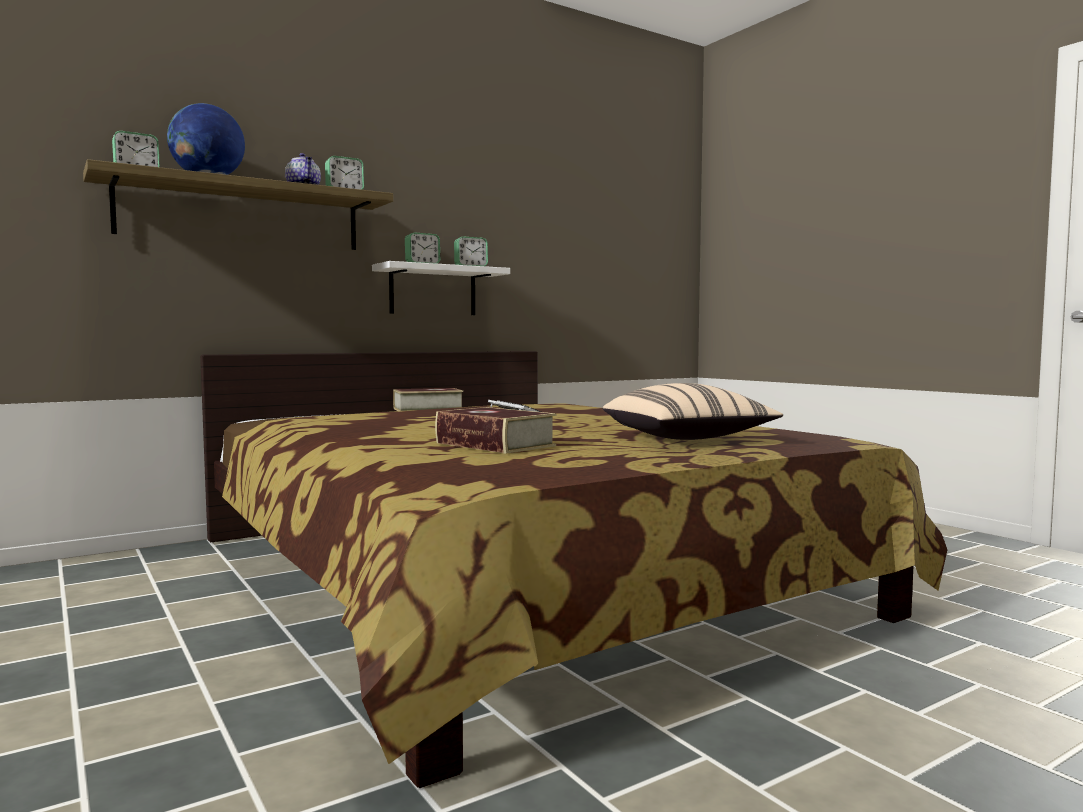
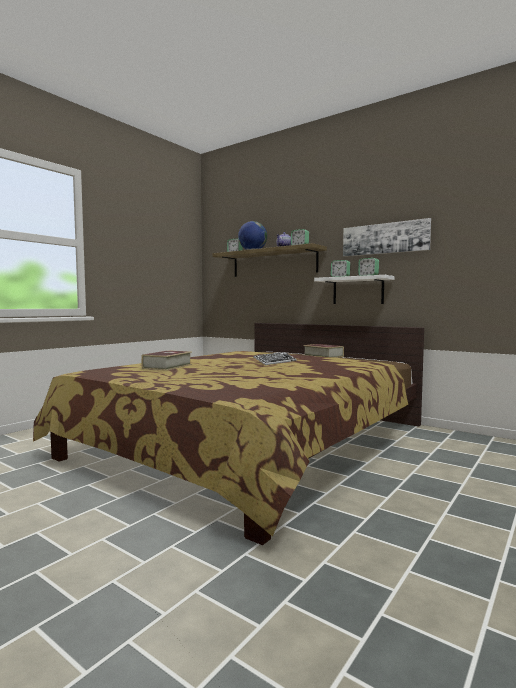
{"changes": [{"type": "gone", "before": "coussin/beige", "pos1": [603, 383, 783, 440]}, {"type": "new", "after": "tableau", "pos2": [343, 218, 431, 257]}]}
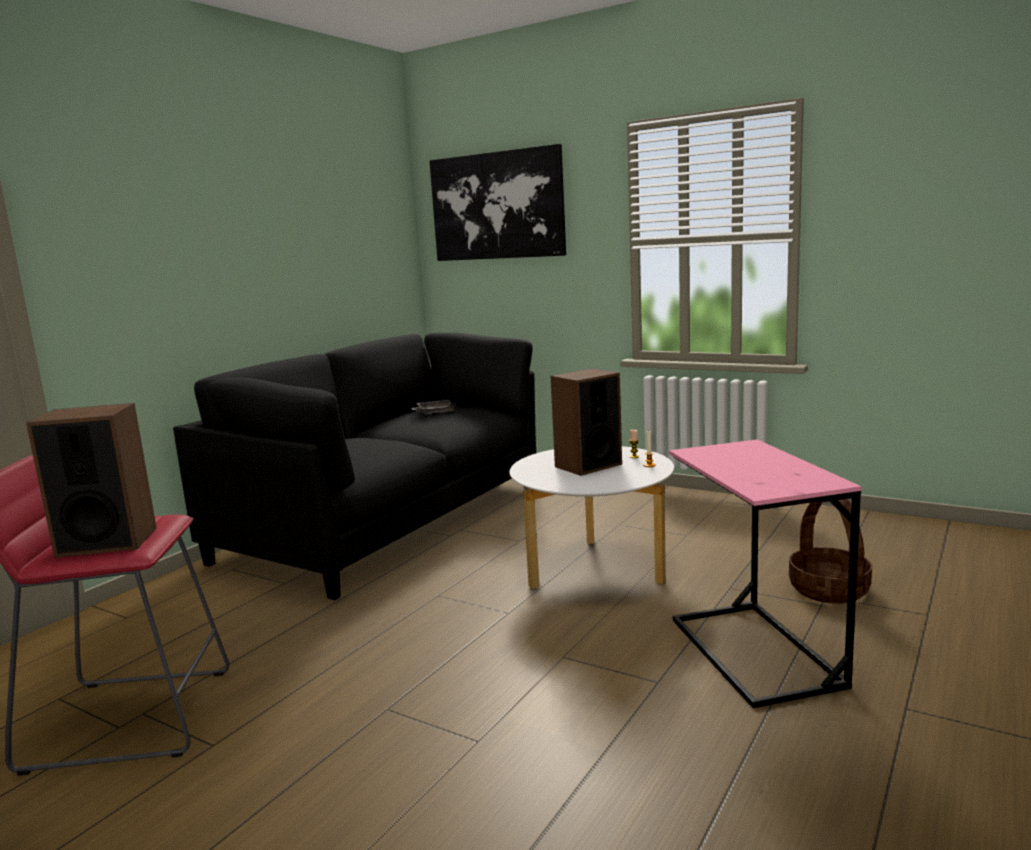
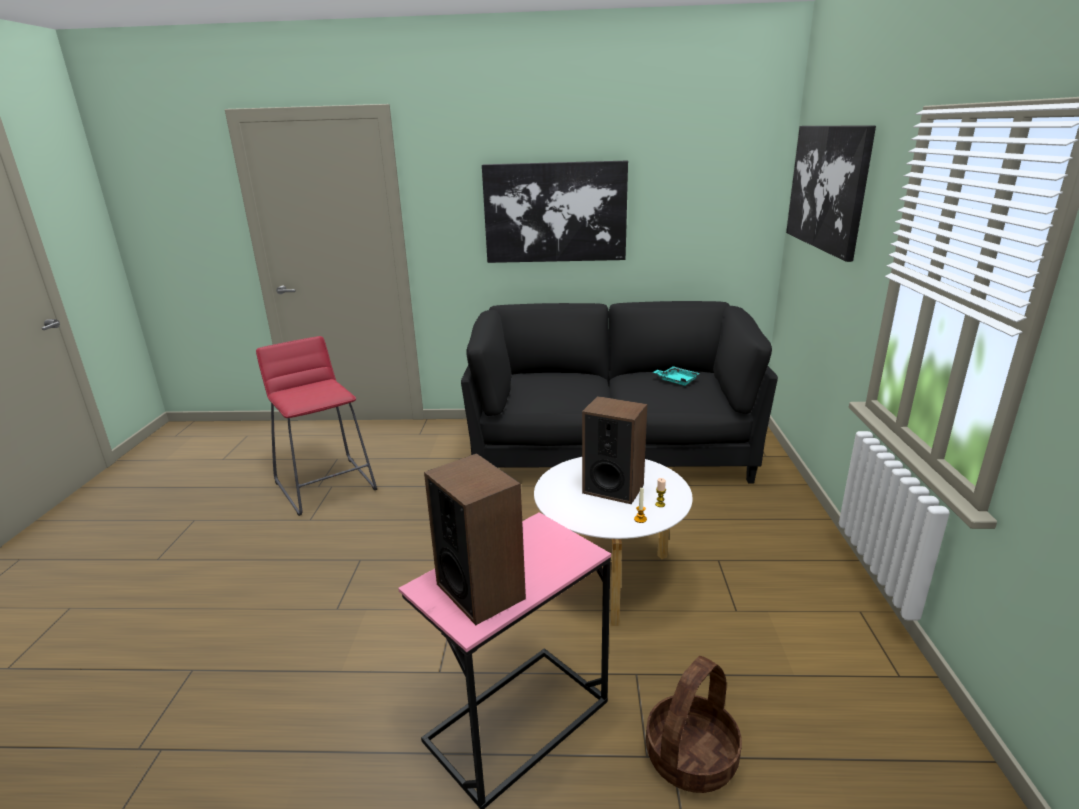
{"changes": [{"type": "new", "after": "tableau", "pos2": [482, 161, 628, 263]}, {"type": "shifted", "before": "enceinte", "pos1": [26, 403, 157, 558], "pos2": [424, 453, 526, 625]}, {"type": "repainted", "before": "plateau/gris", "after": "plateau/turquoise", "pos1": [411, 400, 456, 414], "pos2": [653, 366, 700, 386]}]}
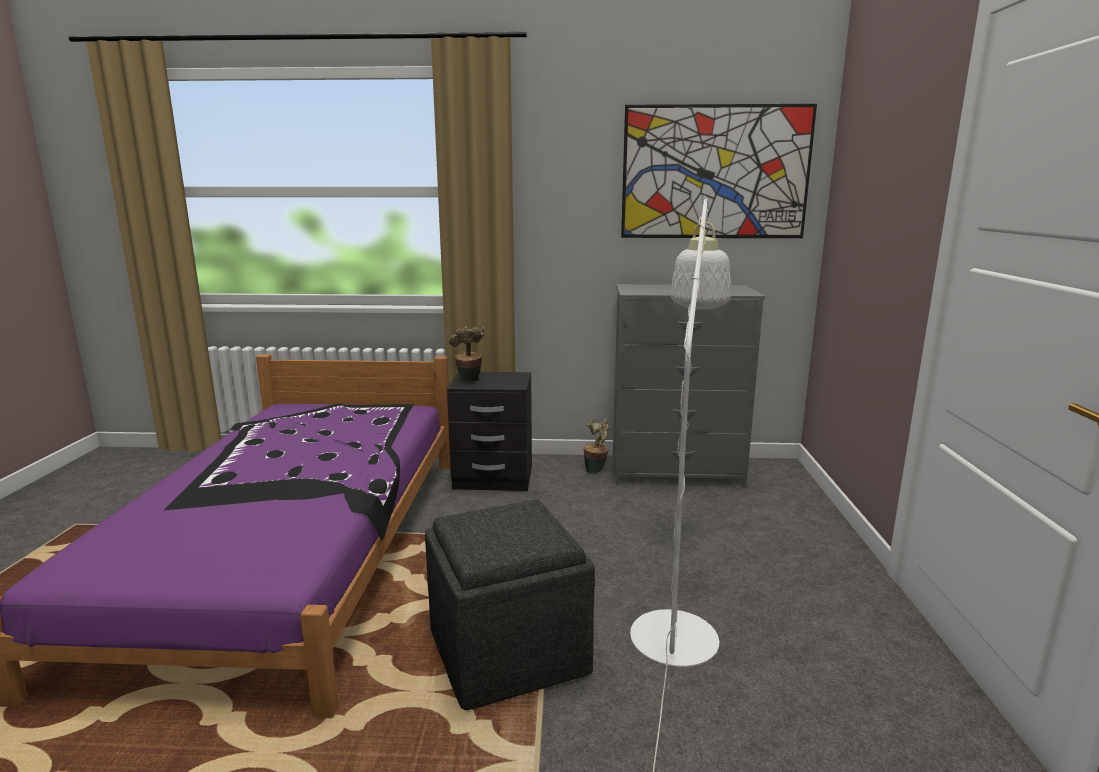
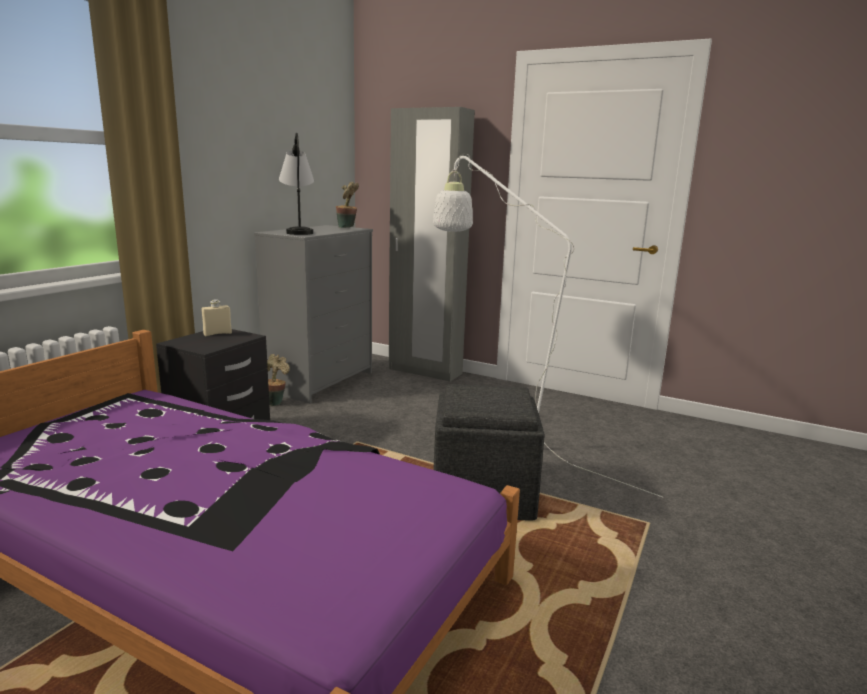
{"changes": [{"type": "gone", "before": "tableau", "pos1": [621, 104, 817, 238]}, {"type": "new", "after": "bouteille/beige", "pos2": [201, 300, 232, 336]}, {"type": "new", "after": "lampe de table", "pos2": [279, 133, 314, 235]}, {"type": "new", "after": "armoire/gris", "pos2": [389, 107, 475, 382]}, {"type": "shifted", "before": "plante en pot", "pos1": [449, 326, 485, 382], "pos2": [336, 182, 359, 228]}]}
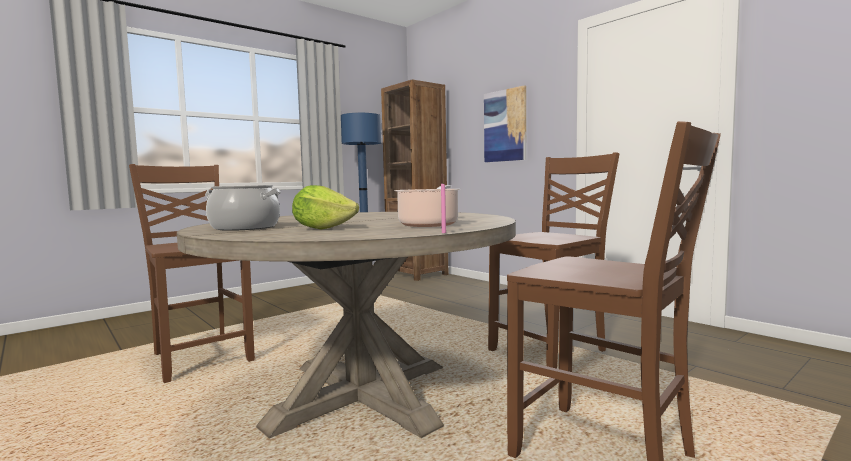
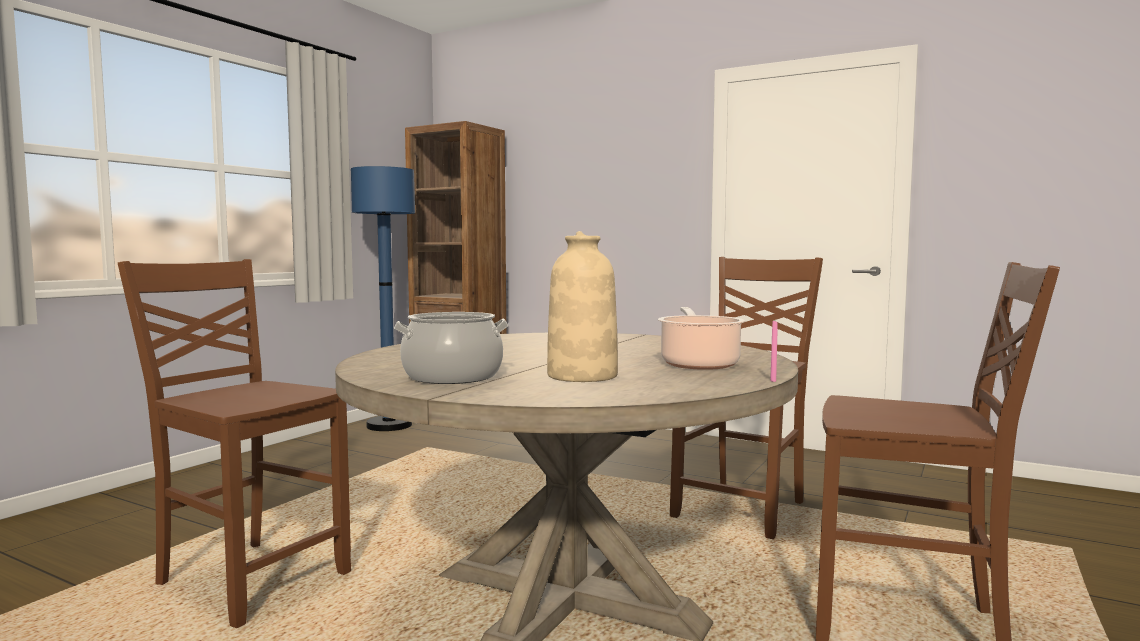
{"changes": [{"type": "gone", "before": "tableau", "pos1": [484, 85, 526, 162]}, {"type": "swapped", "before": "laitue", "after": "vase/beige", "pos1": [292, 185, 359, 230], "pos2": [547, 231, 618, 382]}]}
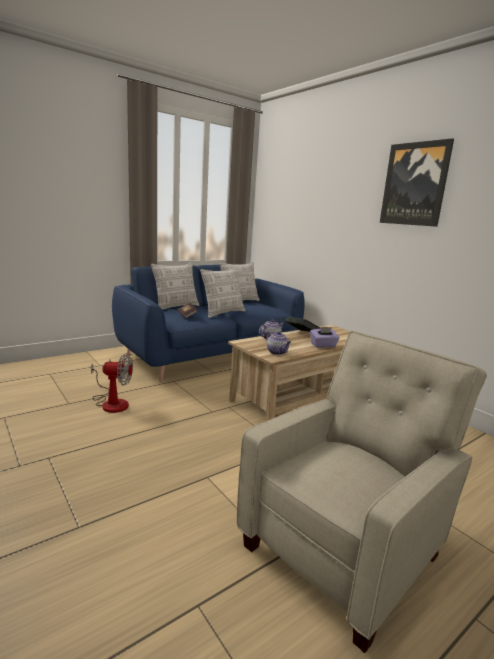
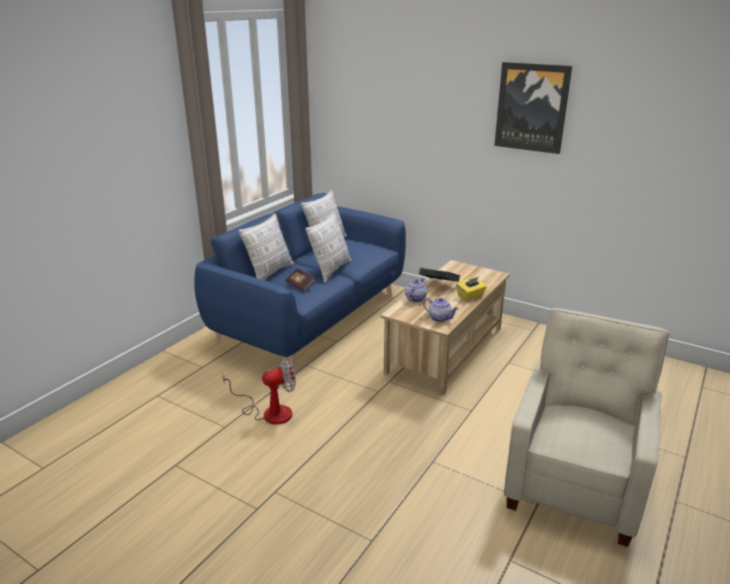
{"changes": [{"type": "repainted", "before": "boîte à mouchoirs/violet", "after": "boîte à mouchoirs/jaune", "pos1": [310, 327, 340, 348], "pos2": [456, 277, 487, 301]}]}
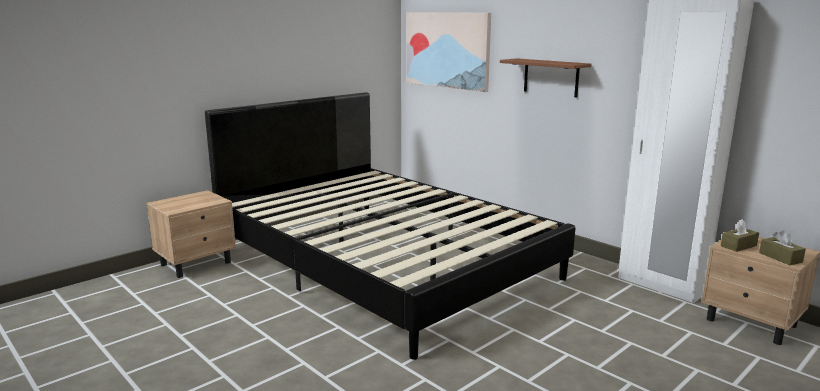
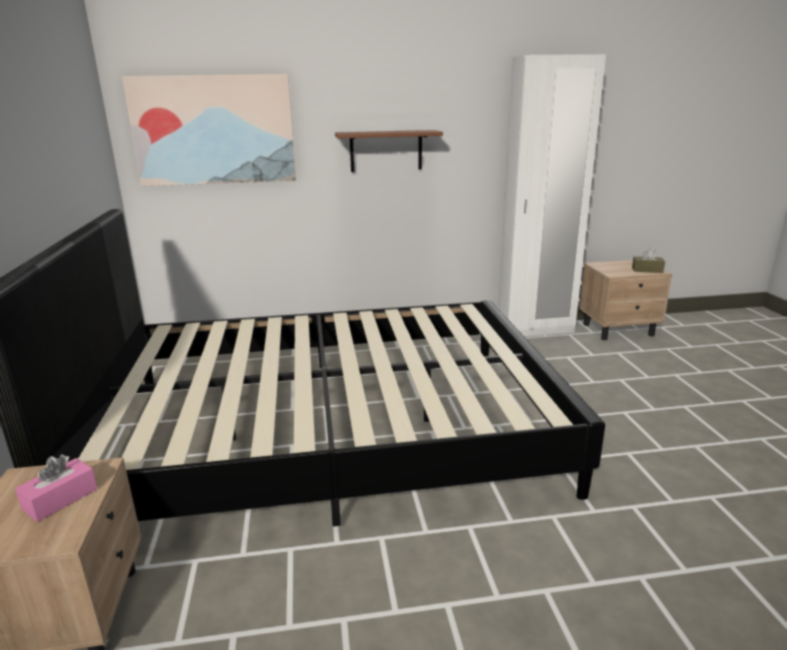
{"changes": [{"type": "gone", "before": "boîte à mouchoirs/marron", "pos1": [721, 219, 759, 252]}, {"type": "new", "after": "boîte à mouchoirs/rose", "pos2": [15, 454, 98, 522]}]}
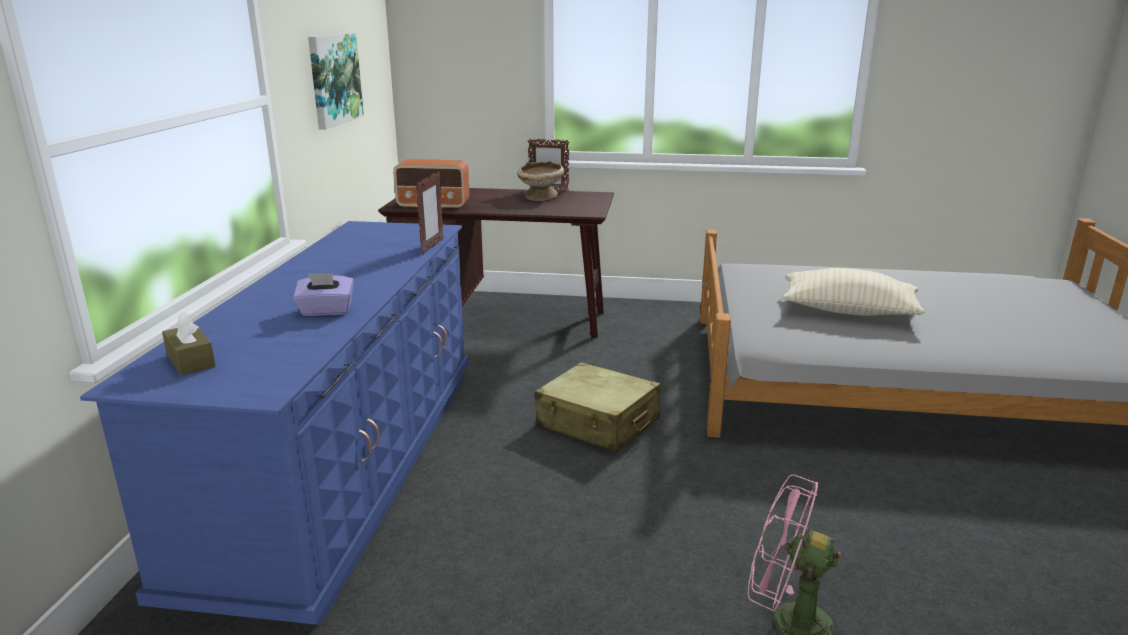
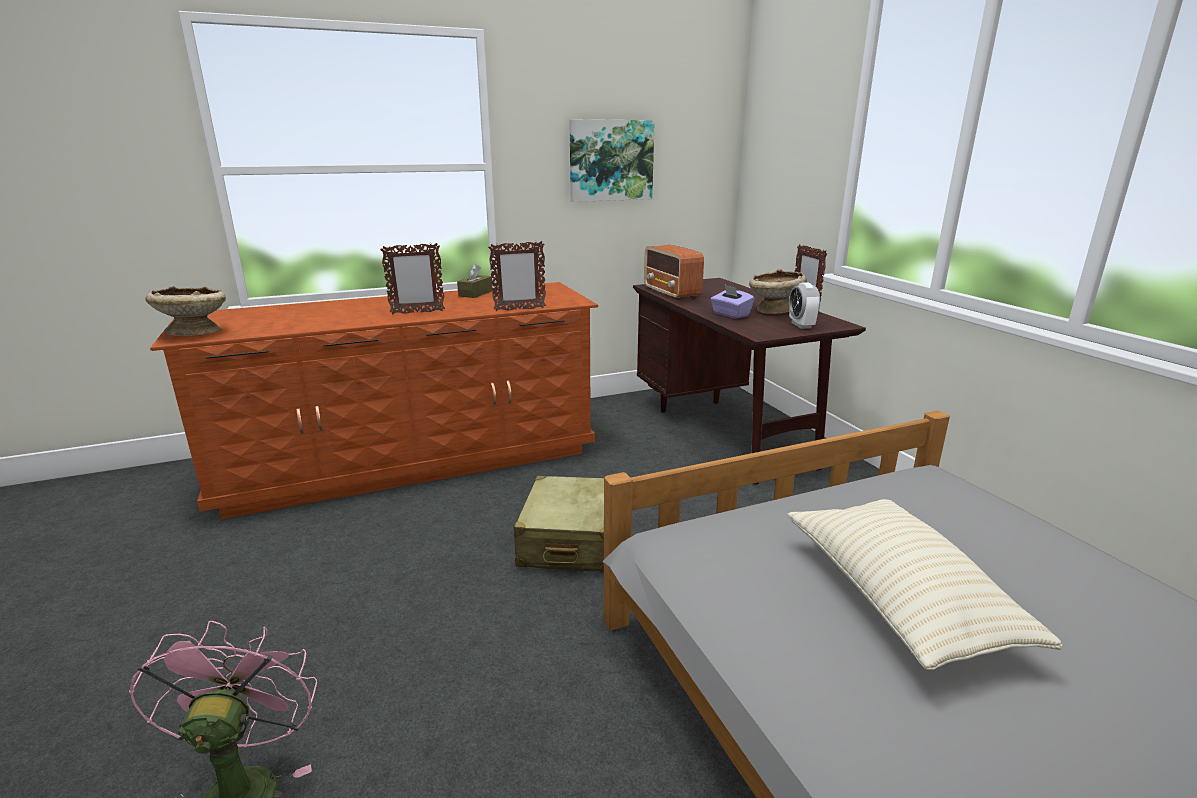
{"changes": [{"type": "new", "after": "bol/beige", "pos2": [145, 285, 226, 336]}, {"type": "new", "after": "cadre photo", "pos2": [380, 243, 445, 315]}, {"type": "new", "after": "réveil", "pos2": [789, 282, 820, 329]}, {"type": "shifted", "before": "boîte à mouchoirs/marron", "pos1": [162, 312, 216, 376], "pos2": [457, 264, 493, 298]}, {"type": "shifted", "before": "boîte à mouchoirs/violet", "pos1": [293, 273, 354, 316], "pos2": [711, 284, 755, 319]}, {"type": "repainted", "before": "commode/bleu", "after": "commode/marron", "pos1": [80, 221, 469, 625], "pos2": [150, 282, 598, 519]}]}
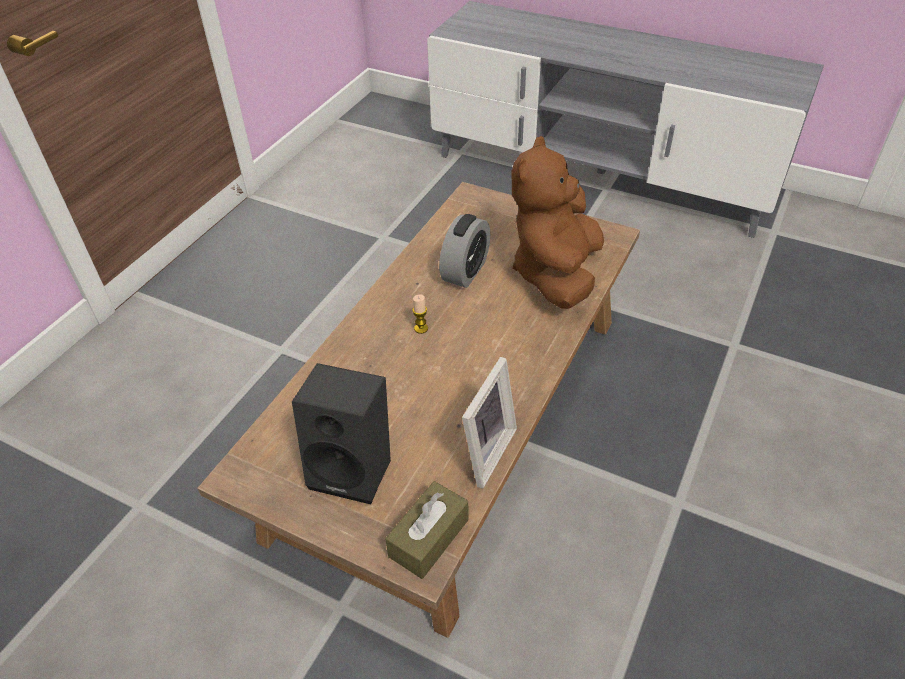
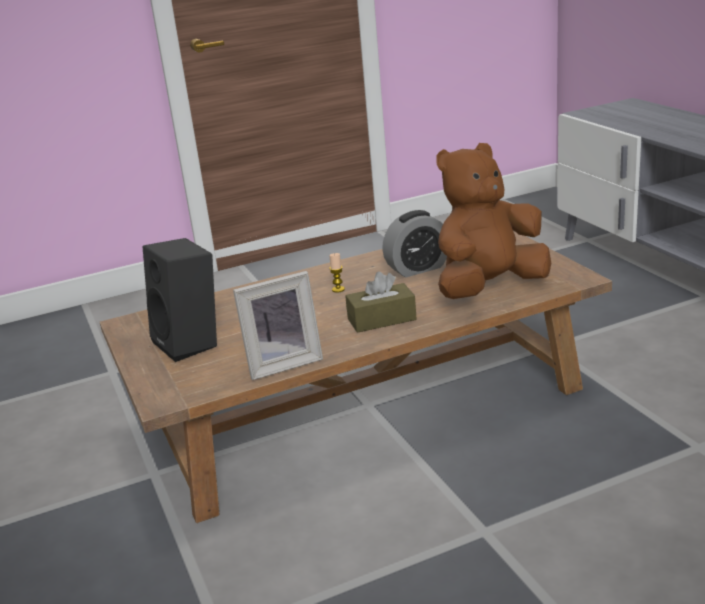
{"changes": [{"type": "shifted", "before": "boîte à mouchoirs/marron", "pos1": [385, 481, 469, 579], "pos2": [345, 271, 417, 333]}]}
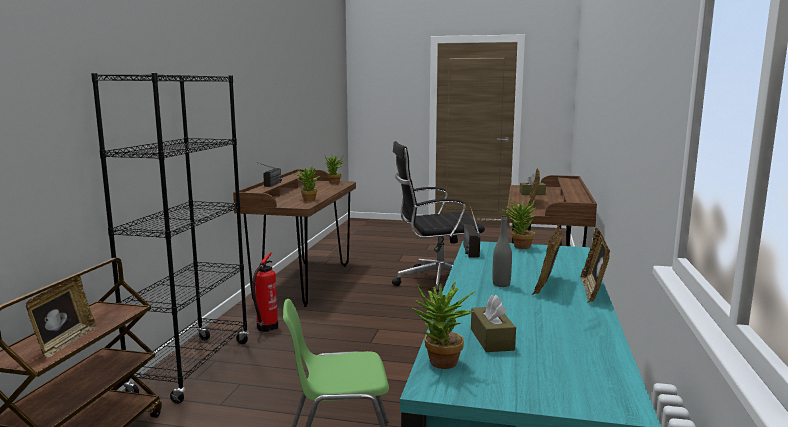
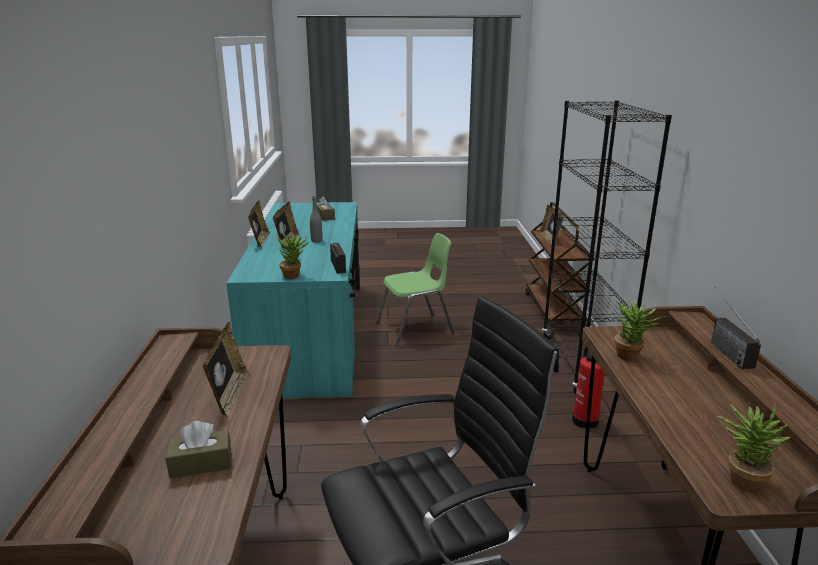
{"changes": [{"type": "gone", "before": "plante en pot", "pos1": [412, 280, 474, 369]}]}
